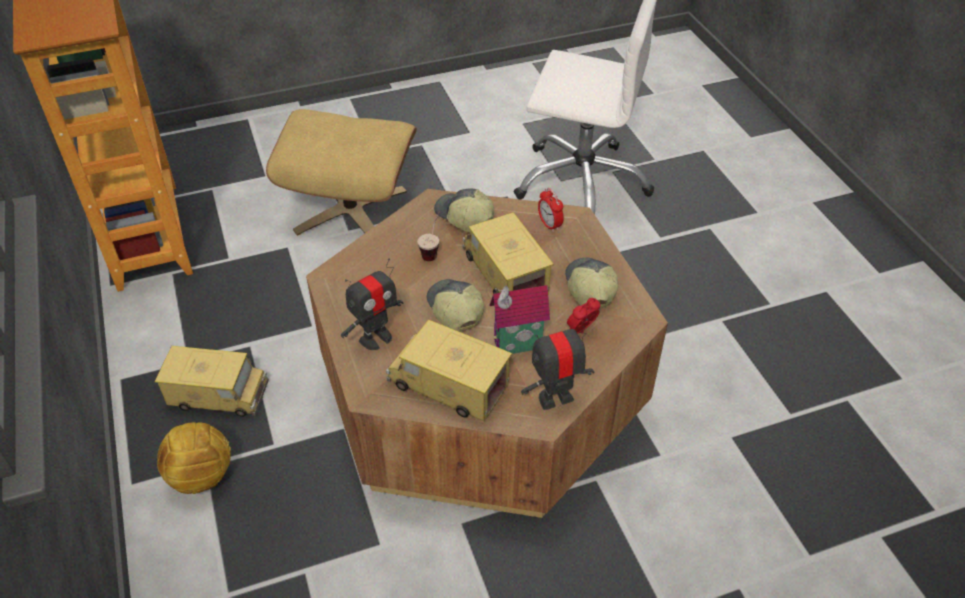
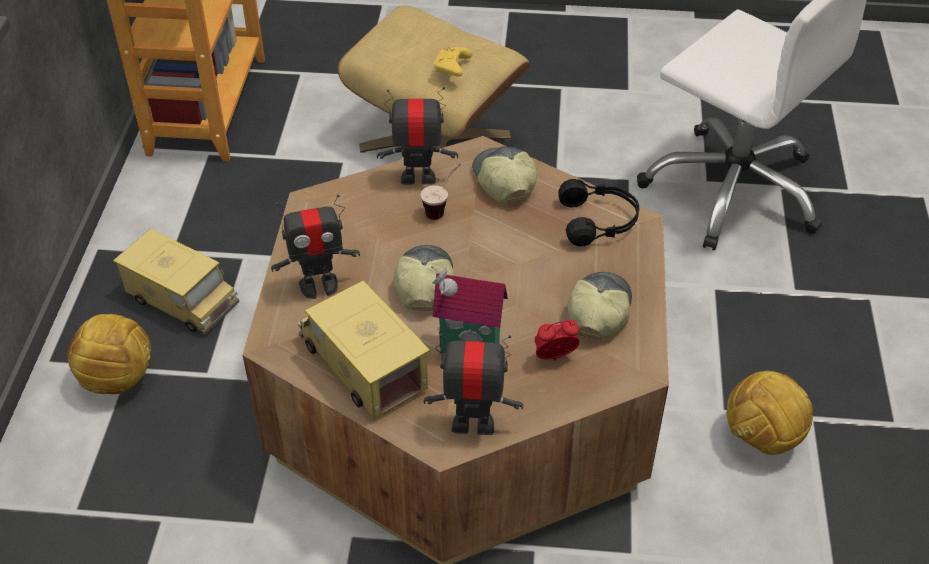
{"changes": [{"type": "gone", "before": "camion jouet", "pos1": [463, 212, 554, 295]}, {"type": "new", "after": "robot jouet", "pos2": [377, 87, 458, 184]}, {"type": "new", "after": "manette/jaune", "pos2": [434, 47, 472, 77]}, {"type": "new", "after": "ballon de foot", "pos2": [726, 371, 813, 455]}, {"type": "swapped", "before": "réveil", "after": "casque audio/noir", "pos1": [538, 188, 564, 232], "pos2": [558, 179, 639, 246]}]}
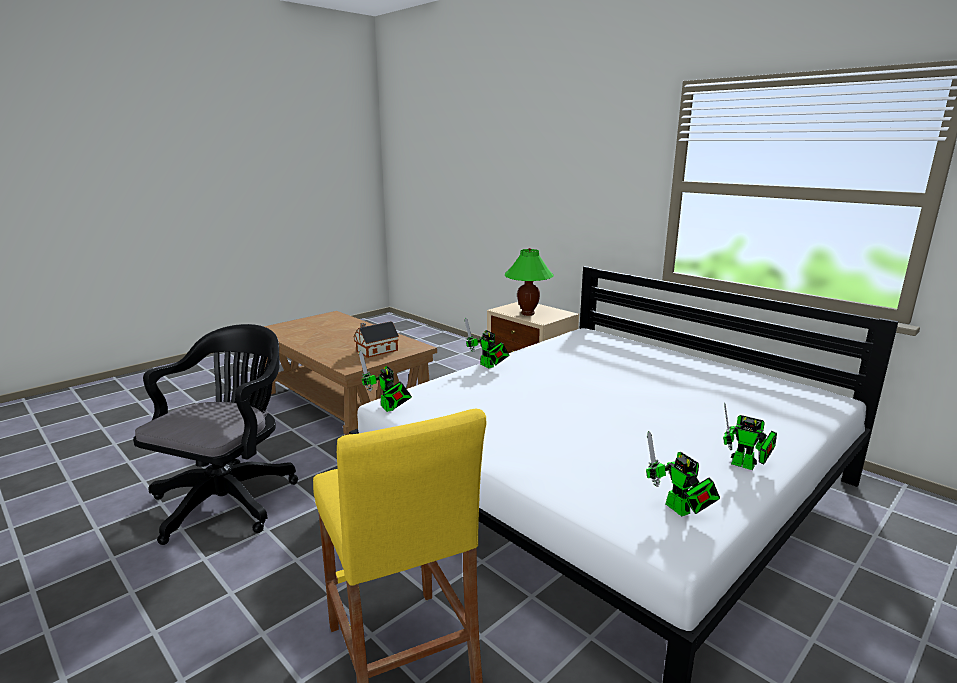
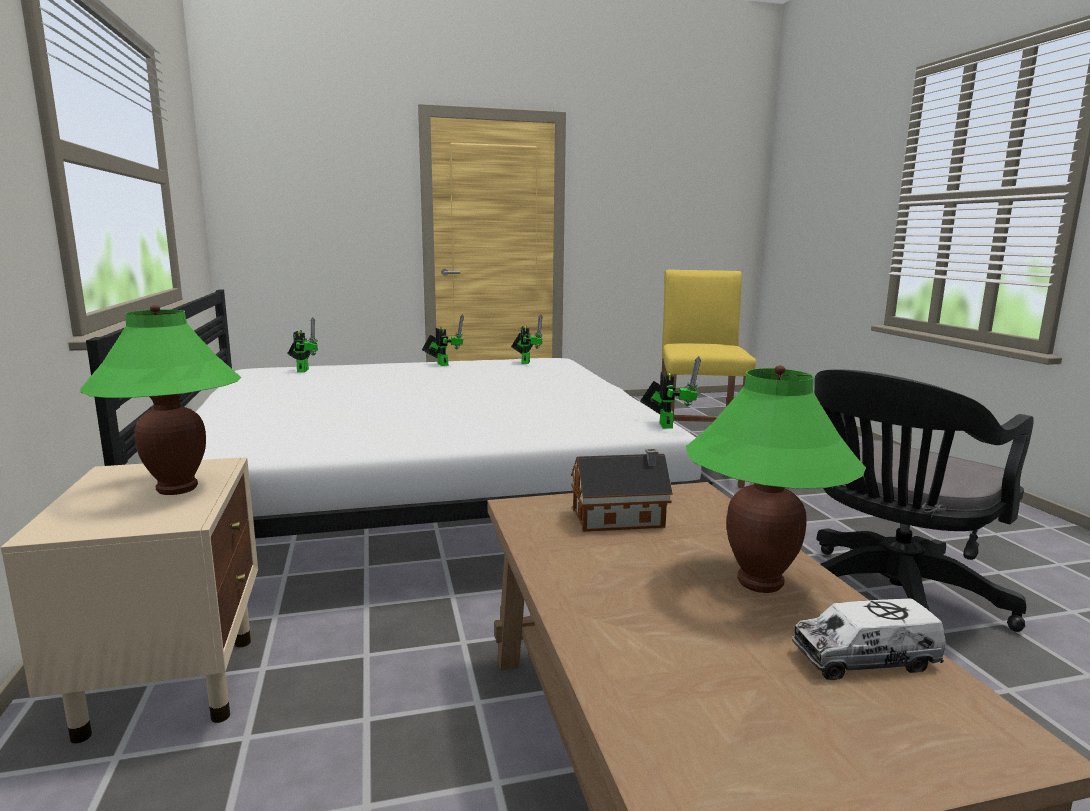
{"changes": [{"type": "new", "after": "lampe de table/vert", "pos2": [686, 365, 866, 593]}, {"type": "new", "after": "camion jouet", "pos2": [792, 599, 946, 680]}, {"type": "shifted", "before": "robot jouet", "pos1": [465, 317, 509, 369], "pos2": [287, 318, 318, 372]}]}
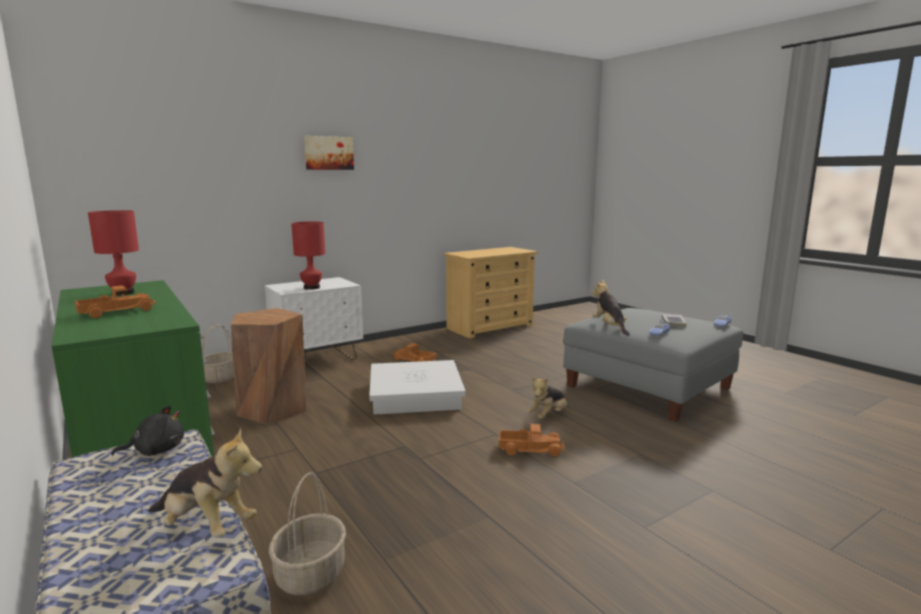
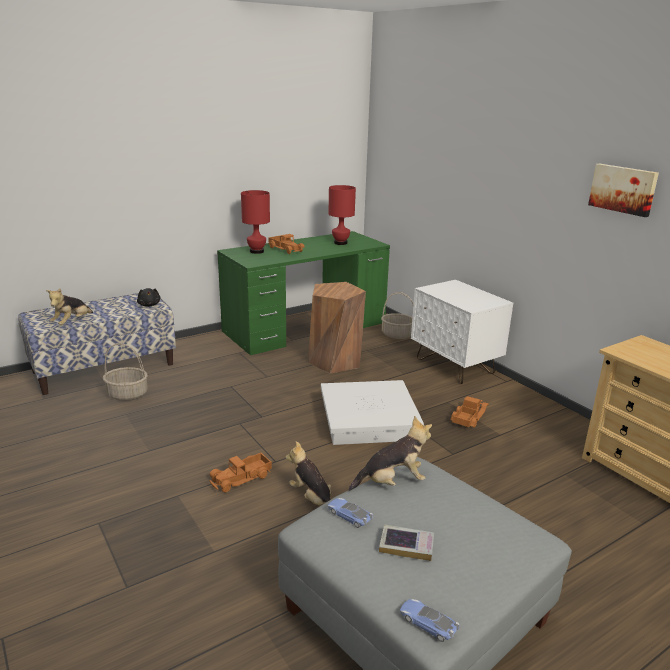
{"changes": [{"type": "shifted", "before": "lampe de table/rouge", "pos1": [291, 222, 325, 290], "pos2": [241, 190, 270, 254]}, {"type": "shifted", "before": "tableau", "pos1": [304, 136, 354, 170], "pos2": [588, 164, 659, 217]}, {"type": "rotated", "before": "camion jouet", "pos1": [499, 424, 565, 457], "pos2": [209, 453, 272, 492], "turn": 45}]}
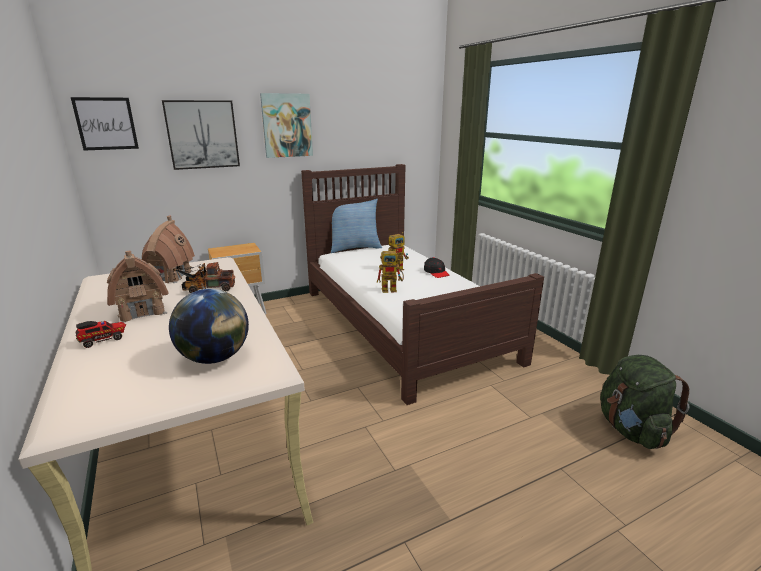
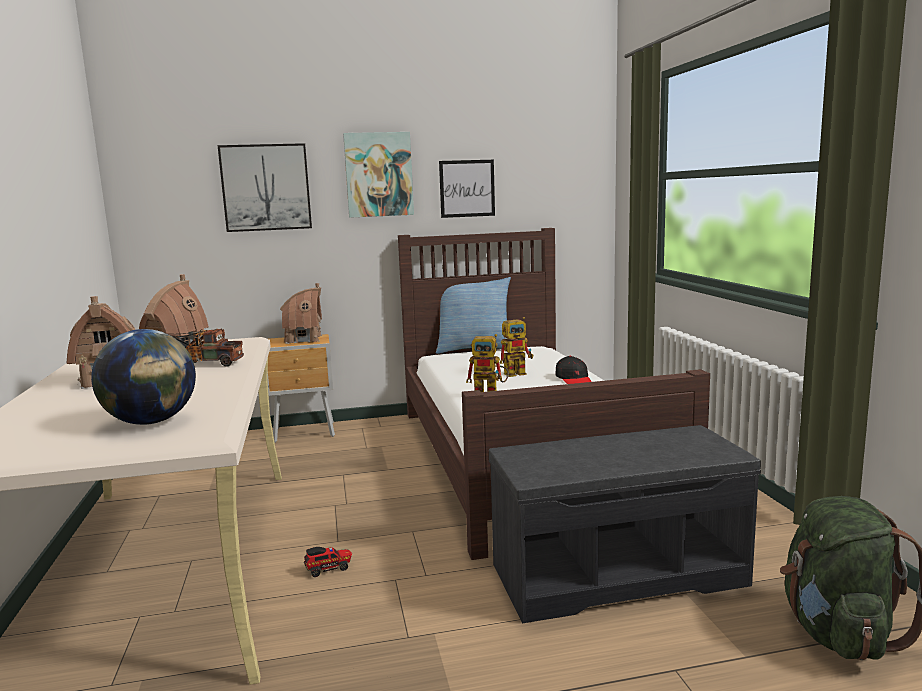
{"changes": [{"type": "new", "after": "maison miniature", "pos2": [280, 283, 322, 344]}, {"type": "new", "after": "banc/gris", "pos2": [489, 425, 761, 623]}, {"type": "shifted", "before": "tableau", "pos1": [71, 97, 139, 150], "pos2": [439, 160, 495, 218]}, {"type": "shifted", "before": "camion jouet", "pos1": [76, 321, 126, 348], "pos2": [304, 547, 352, 577]}]}
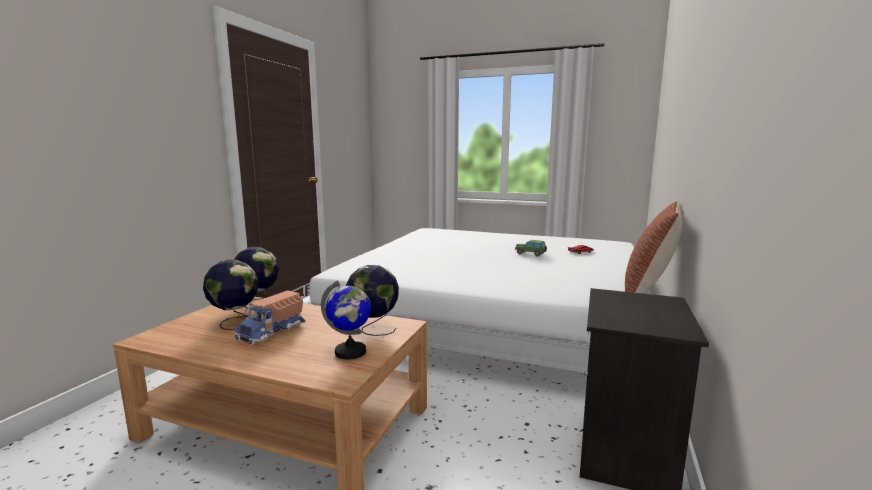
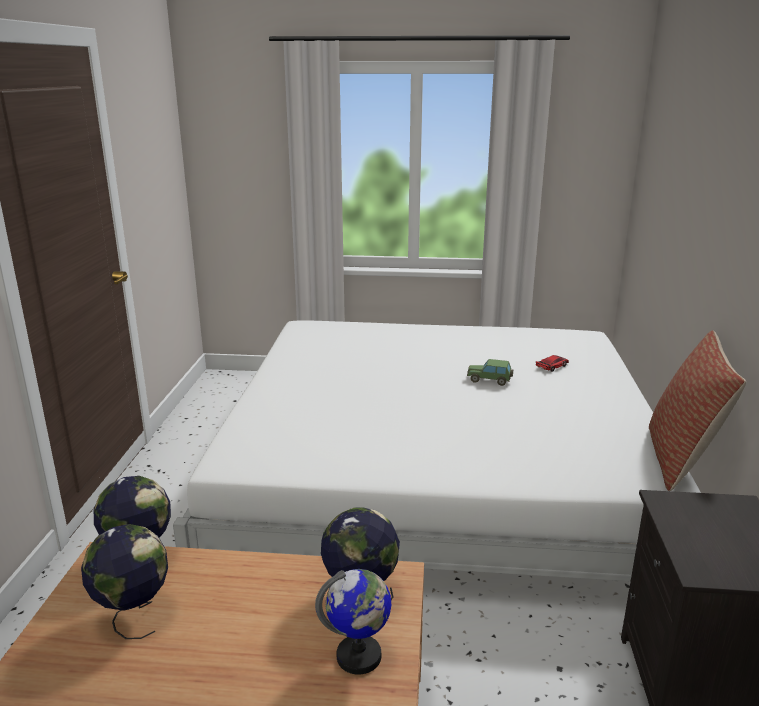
{"changes": [{"type": "gone", "before": "camion jouet", "pos1": [234, 290, 305, 345]}]}
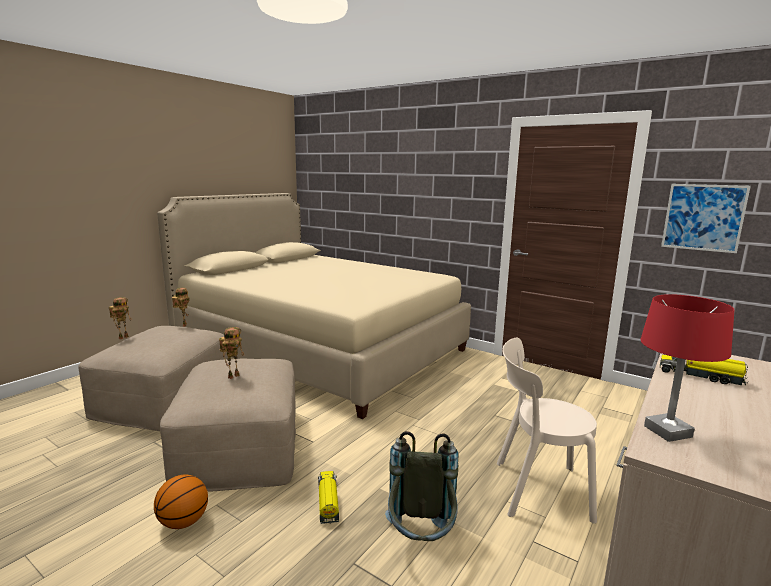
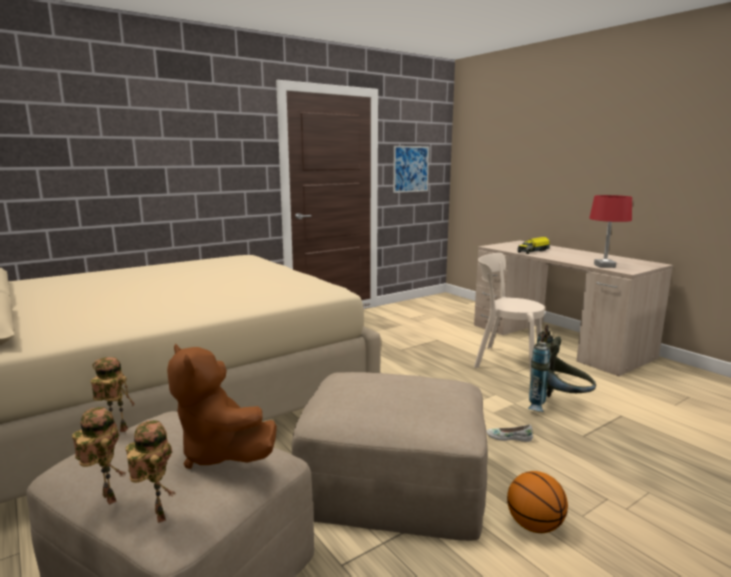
{"changes": [{"type": "new", "after": "peluche/marron", "pos2": [167, 344, 277, 469]}, {"type": "shifted", "before": "robot jouet", "pos1": [219, 327, 244, 379], "pos2": [126, 420, 176, 523]}, {"type": "swapped", "before": "camion jouet", "after": "chaussure/blanc", "pos1": [318, 471, 339, 524], "pos2": [486, 425, 533, 442]}, {"type": "rotated", "before": "chaise/beige", "pos1": [497, 338, 597, 524], "pos2": [474, 253, 545, 377], "turn": 90}]}
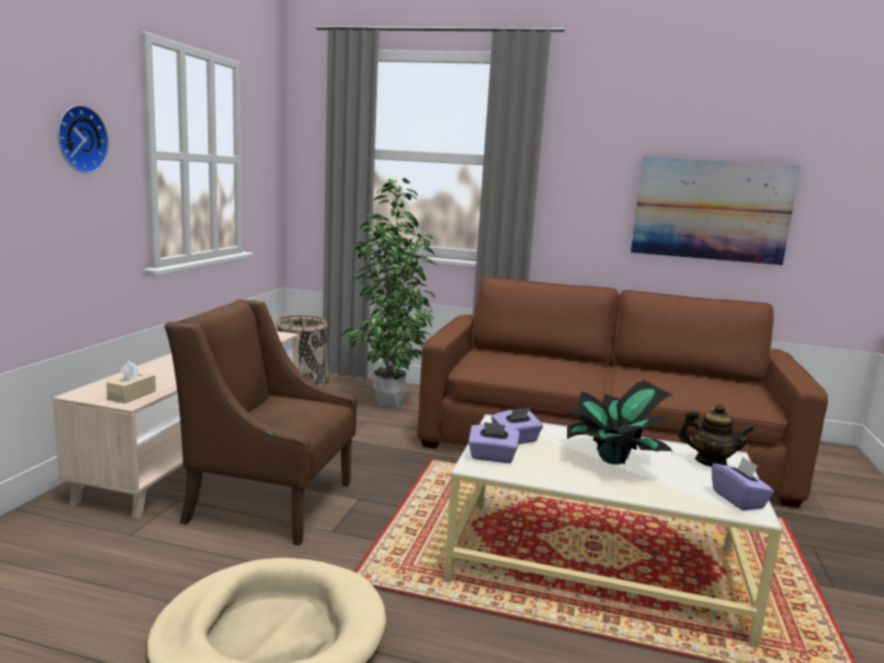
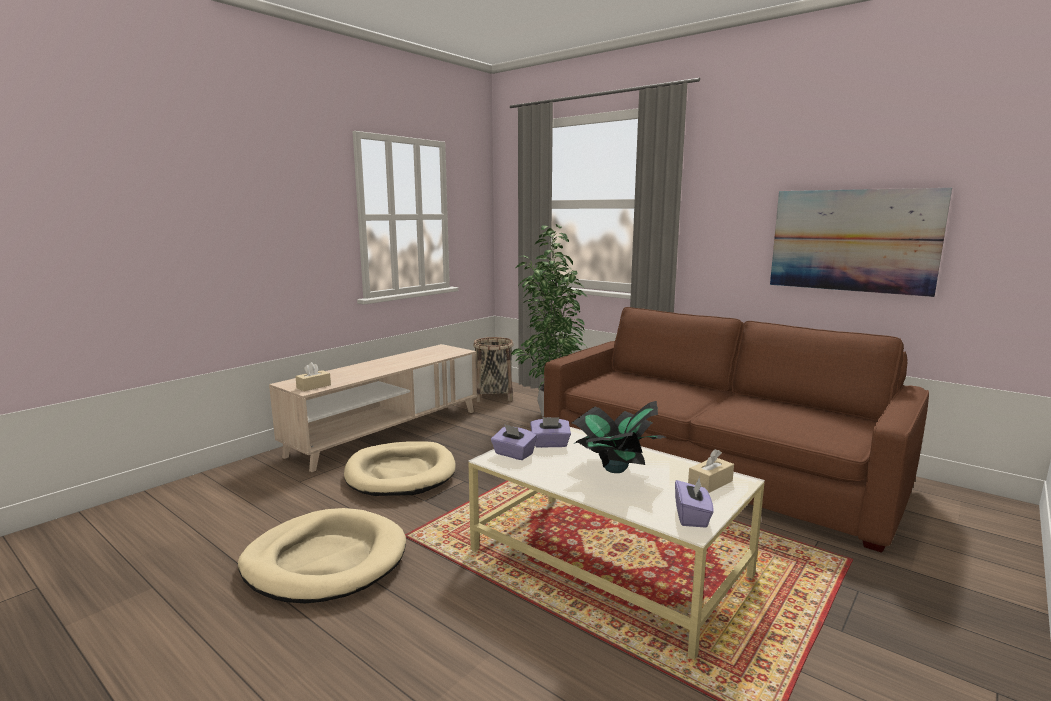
{"changes": [{"type": "gone", "before": "horloge murale", "pos1": [58, 105, 109, 174]}, {"type": "swapped", "before": "fauteuil/marron", "after": "panier pour chien/beige", "pos1": [165, 299, 357, 546], "pos2": [344, 441, 456, 496]}, {"type": "swapped", "before": "théière", "after": "boîte à mouchoirs/beige", "pos1": [678, 404, 754, 467], "pos2": [688, 449, 734, 493]}]}
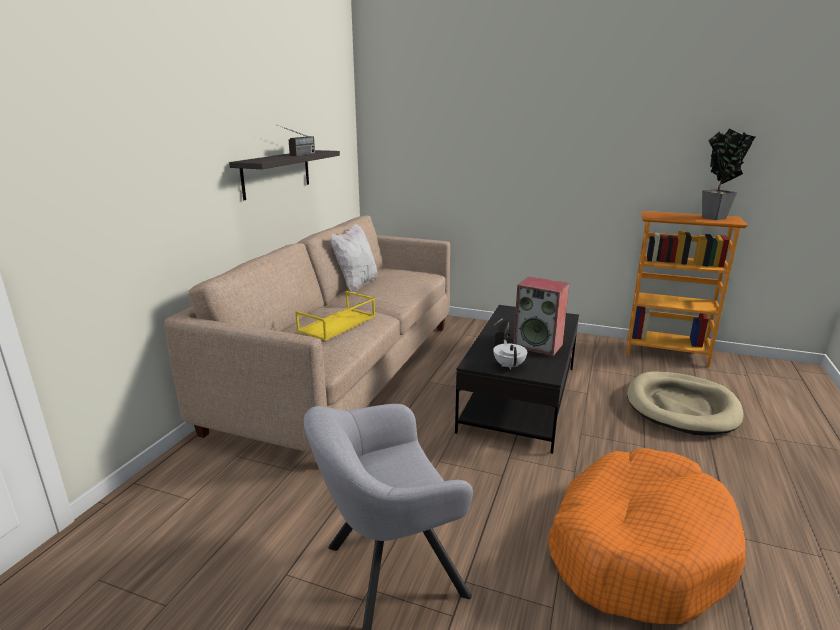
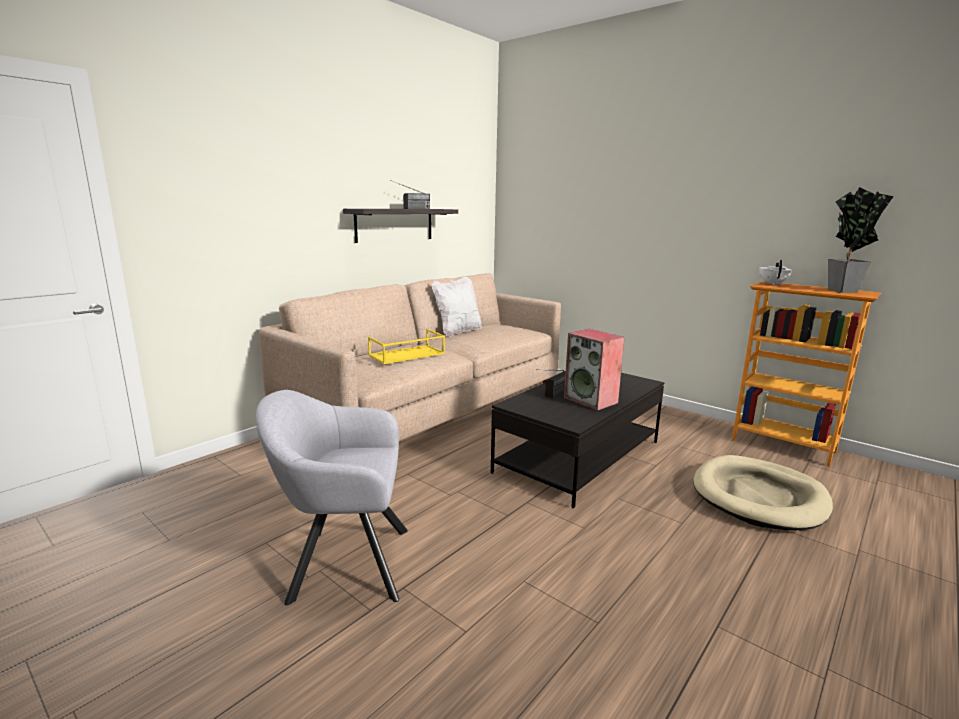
{"changes": [{"type": "gone", "before": "panier pour chien/orange", "pos1": [548, 448, 746, 624]}, {"type": "shifted", "before": "théière/blanc", "pos1": [493, 340, 527, 370], "pos2": [759, 260, 792, 285]}]}
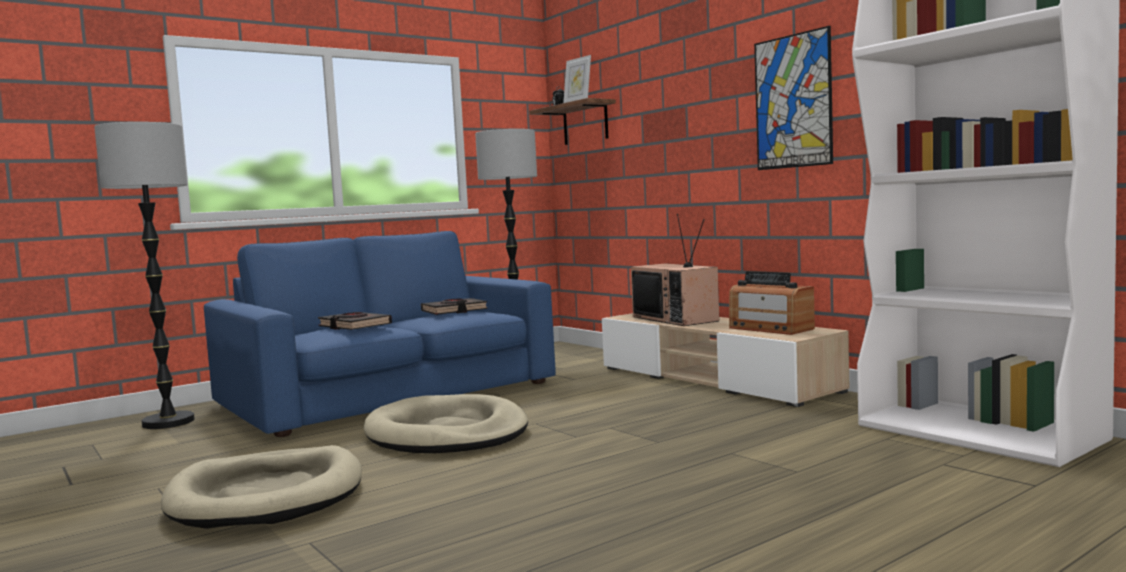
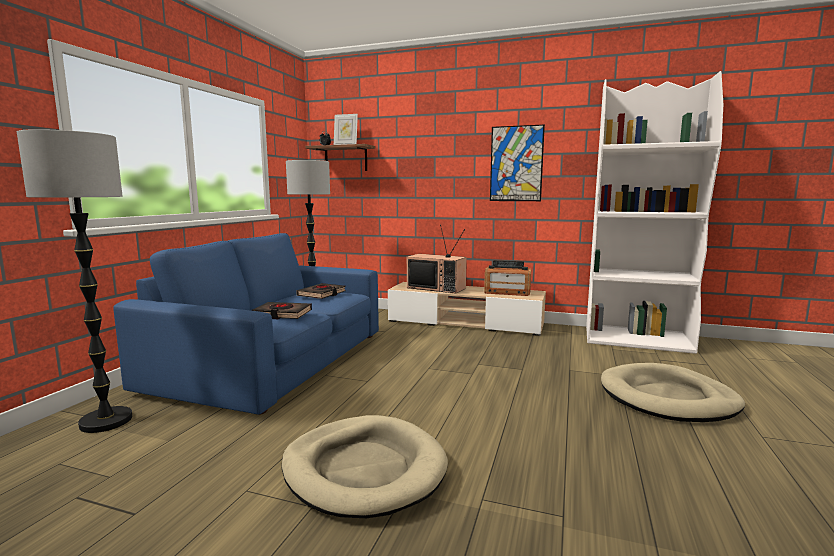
{"changes": [{"type": "shifted", "before": "panier pour chien/beige", "pos1": [364, 394, 528, 453], "pos2": [601, 363, 745, 422]}]}
